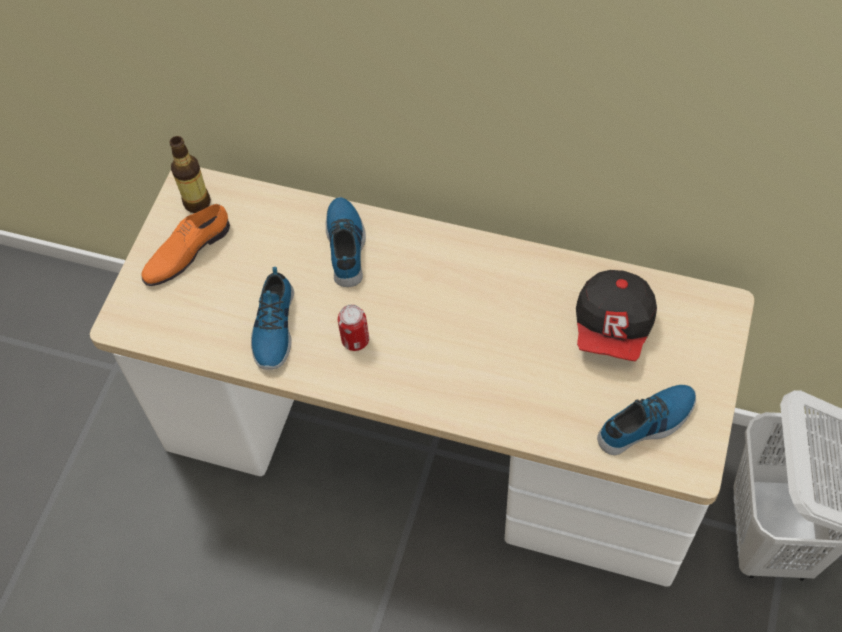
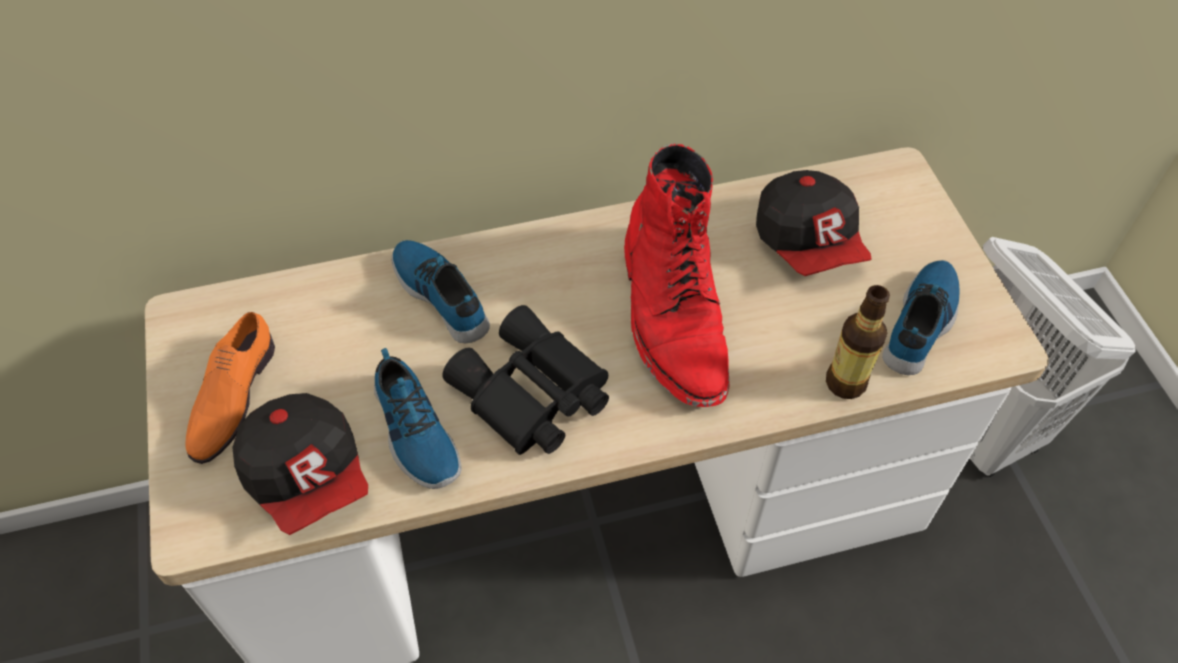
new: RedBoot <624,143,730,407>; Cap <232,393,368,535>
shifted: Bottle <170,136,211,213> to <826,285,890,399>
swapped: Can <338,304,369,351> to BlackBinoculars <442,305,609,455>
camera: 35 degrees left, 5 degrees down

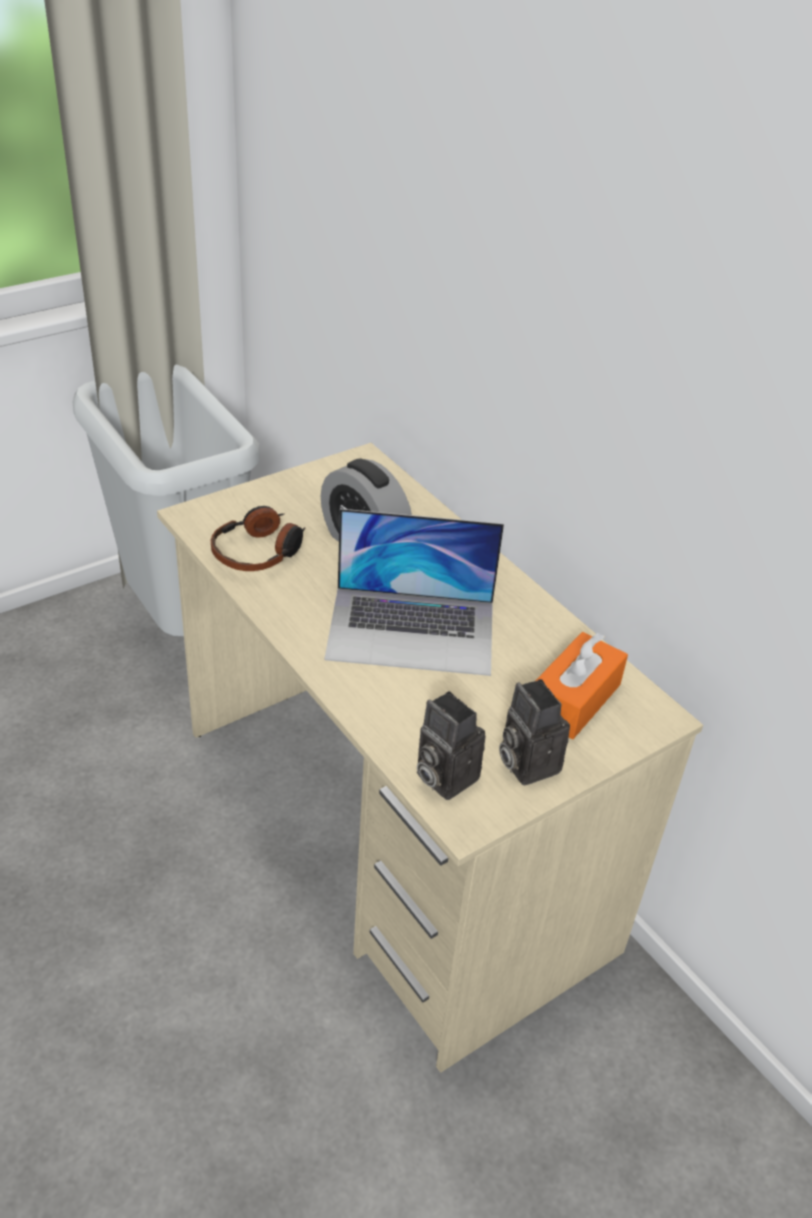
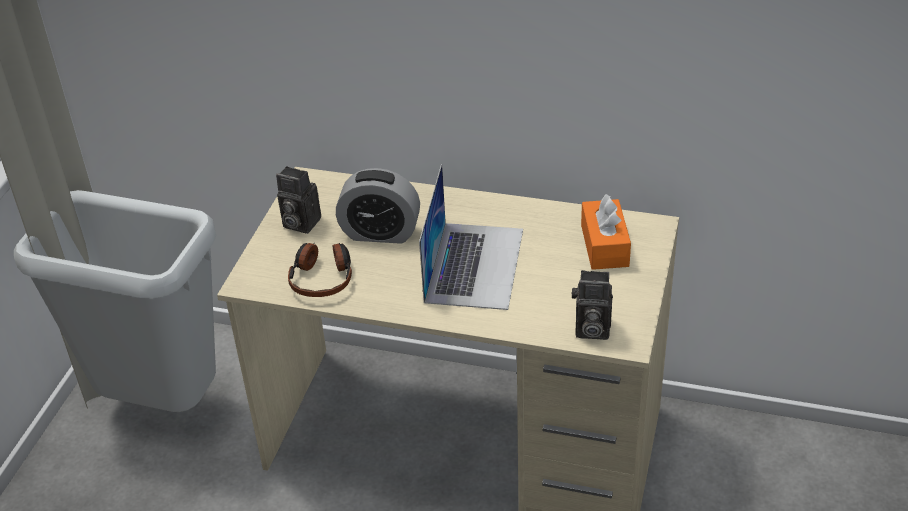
shifted: PhotoCamera <499,679,570,785> to <276,166,321,234>
rotated: Laptop <324,509,504,676> = <419,164,523,310> 45 degrees counterclockwise
camera: 35 degrees left, 0 degrees up

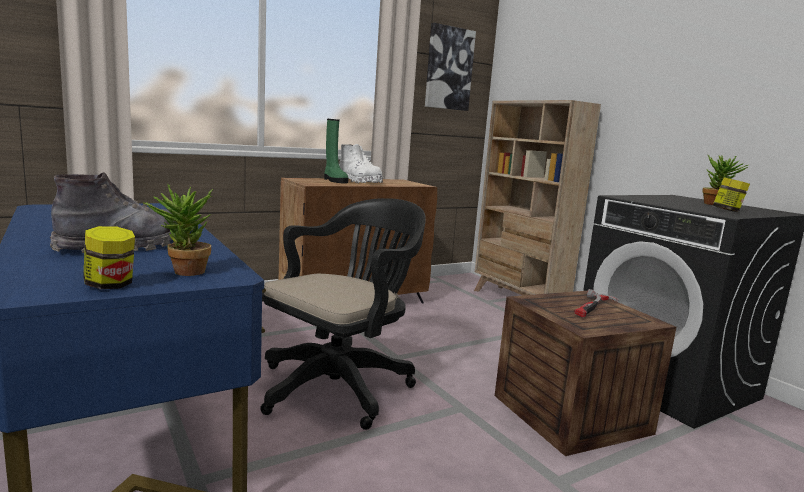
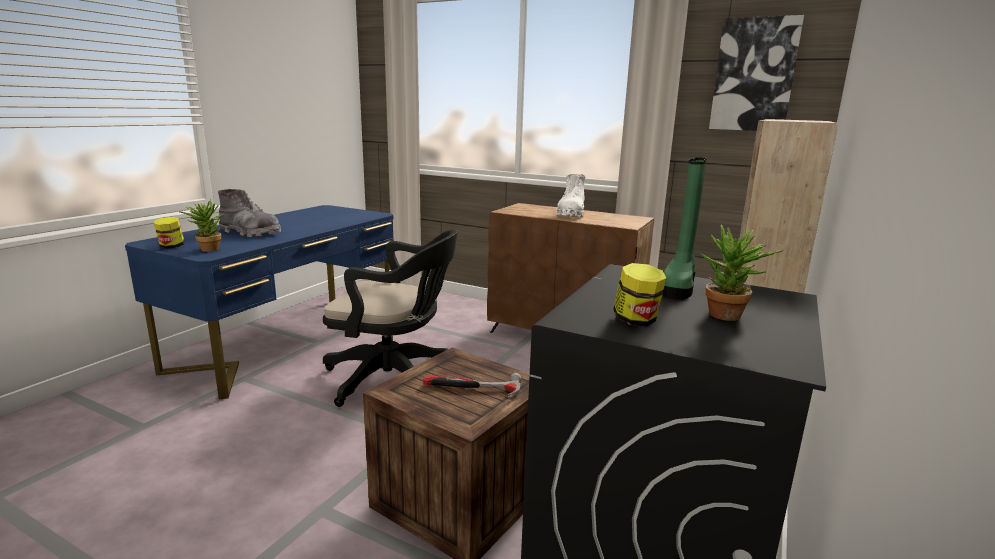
shifted: GreenBoot <324,119,349,183> to <662,157,707,300>
camera: 60 degrees right, 5 degrees up

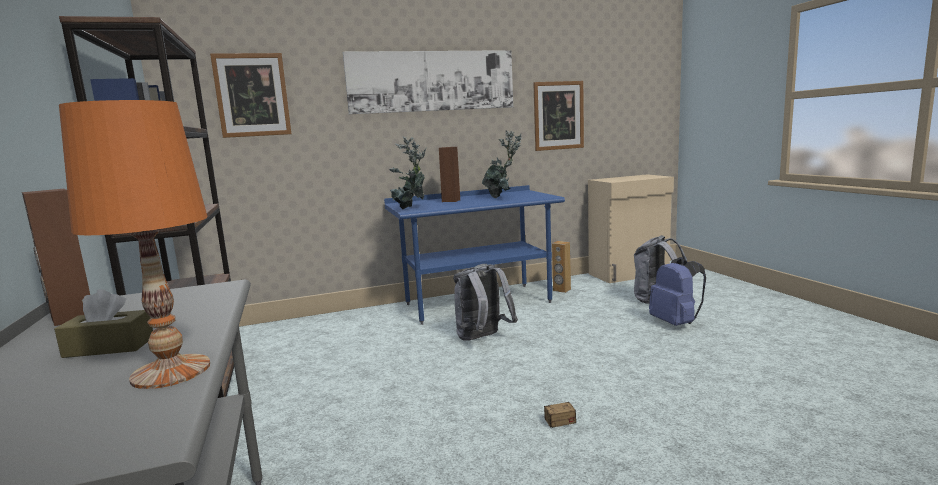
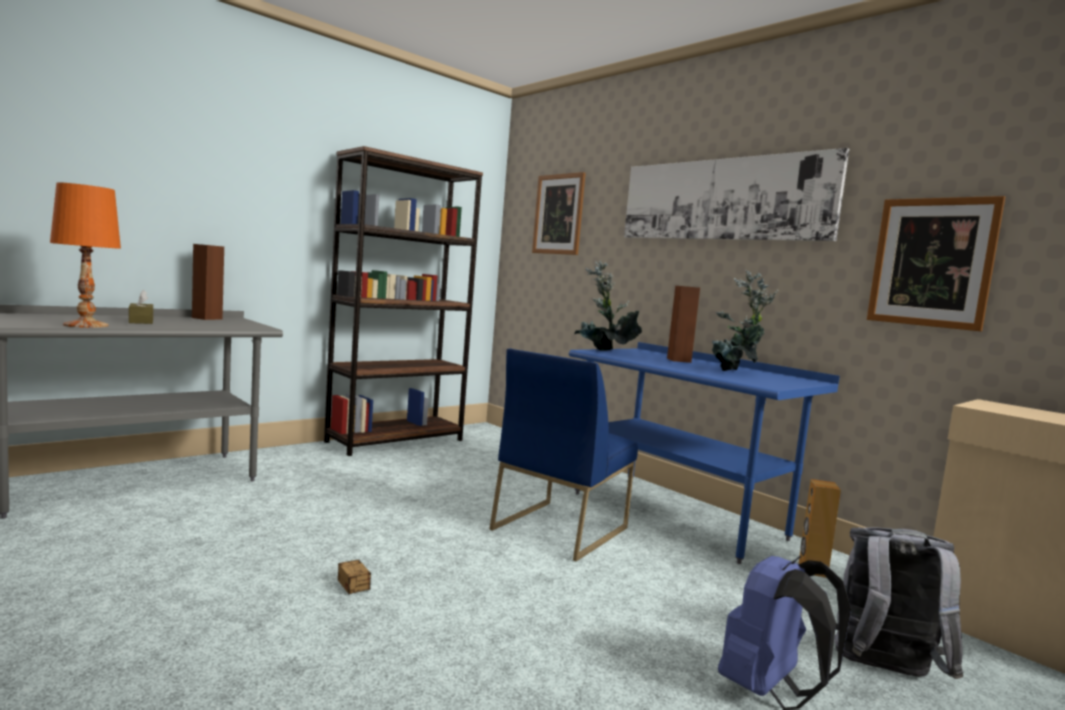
swapped: GreyBackpack <453,264,518,341> to BlueChair <489,349,638,561>
camera: 65 degrees right, 5 degrees down

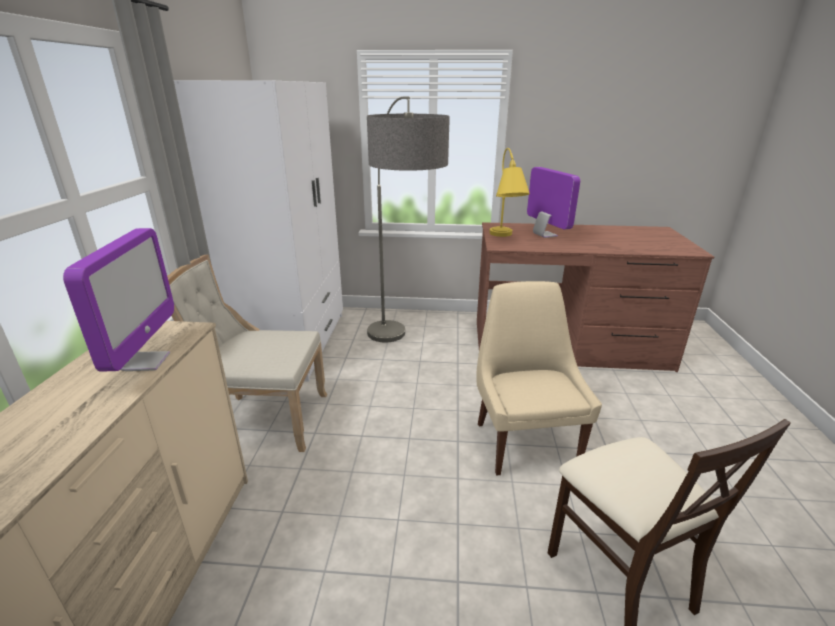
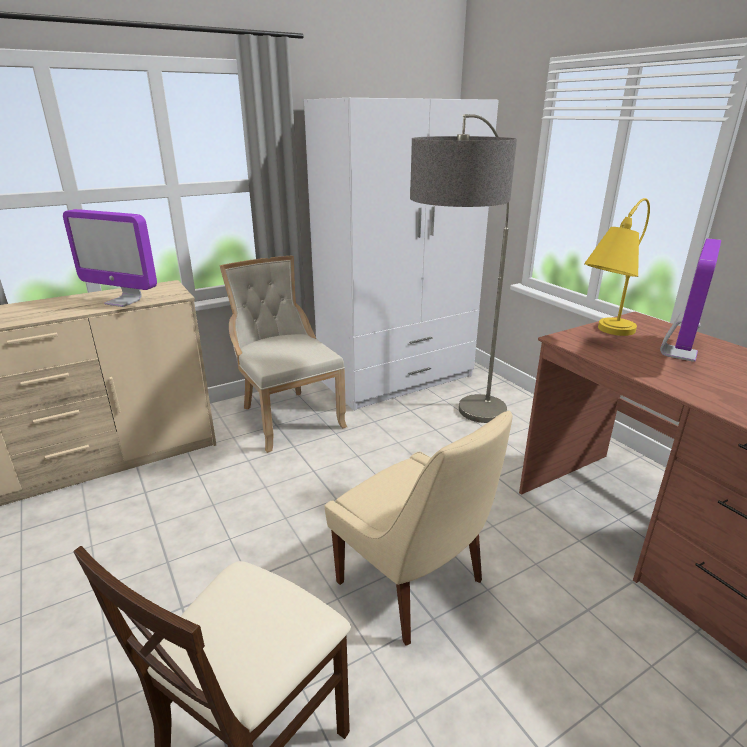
rotated: Monitor <63,228,174,372> = <63,209,157,307> 60 degrees clockwise; BeigeChair <476,281,602,475> = <325,411,513,646> 90 degrees clockwise
camera: 55 degrees right, 0 degrees up

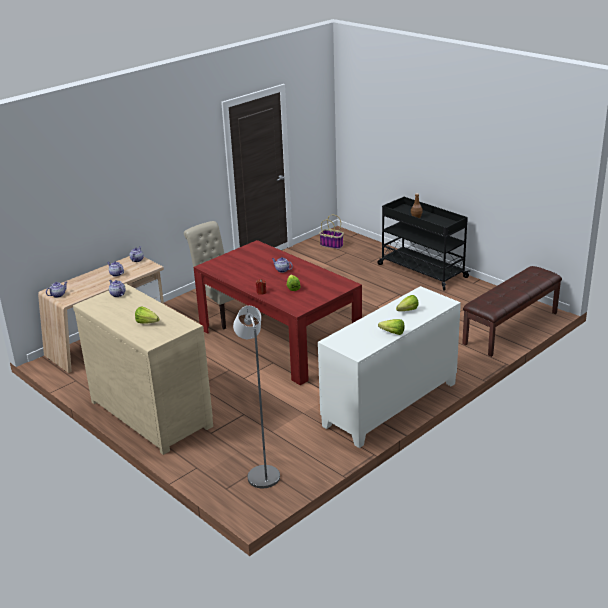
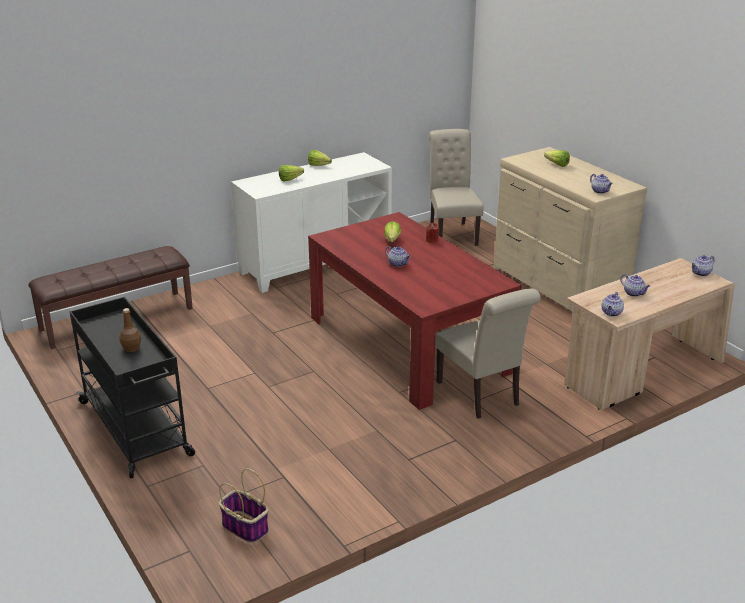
swapped: GreyFloorLamp <233,306,280,488> to BeigeChair <429,129,484,246>
camera: 170 degrees left, 0 degrees up

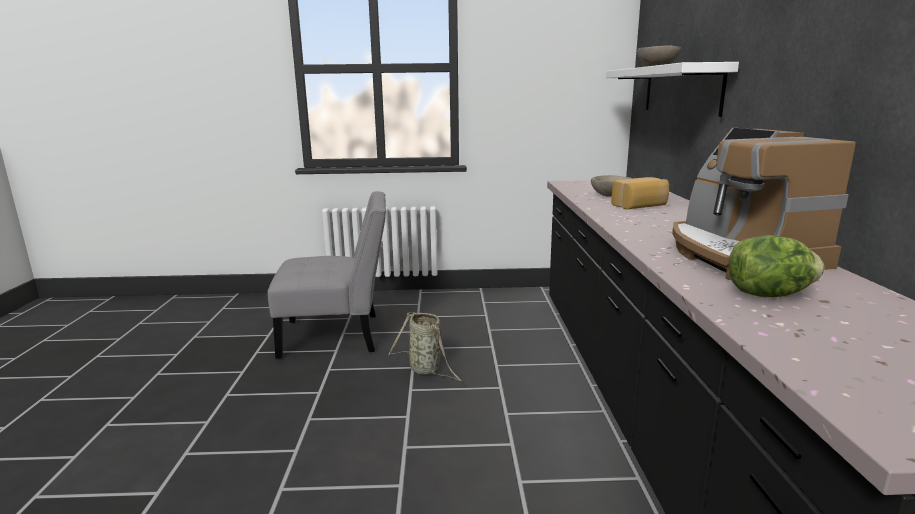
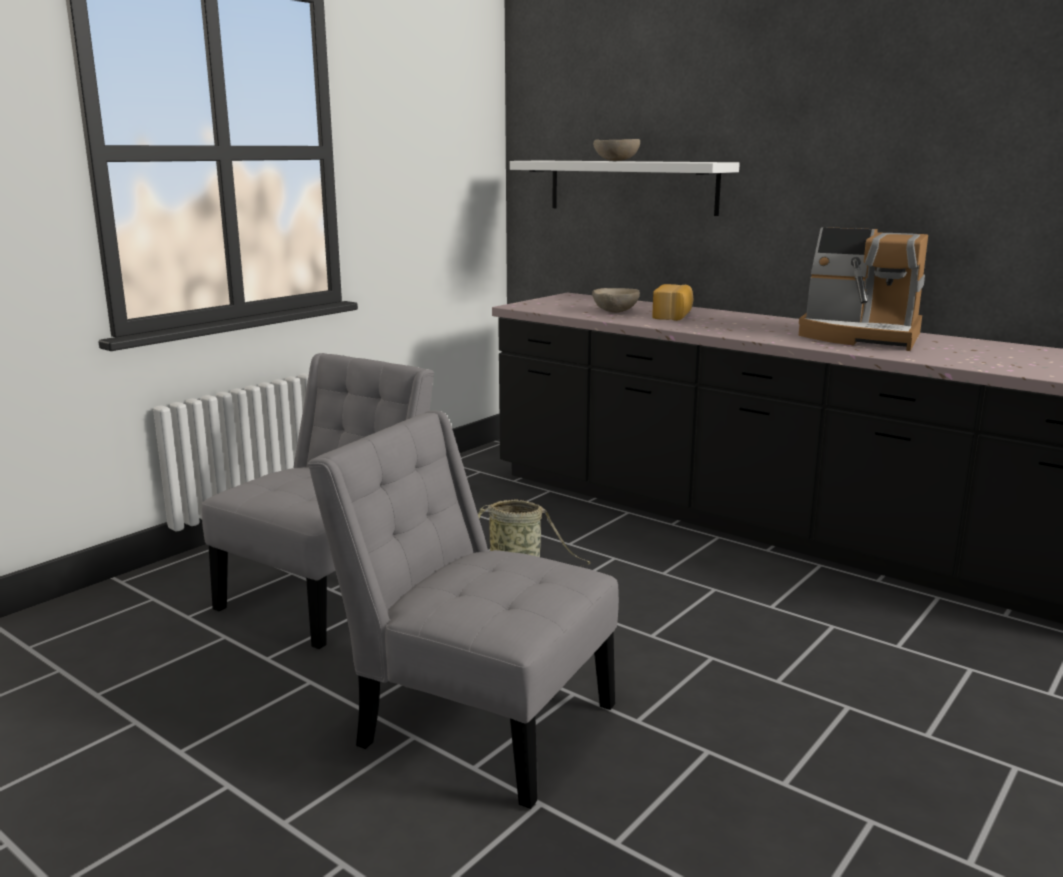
gone: Lettuce <729,235,824,297>
new: GreyChair <308,411,619,809>
camera: 50 degrees left, 0 degrees up

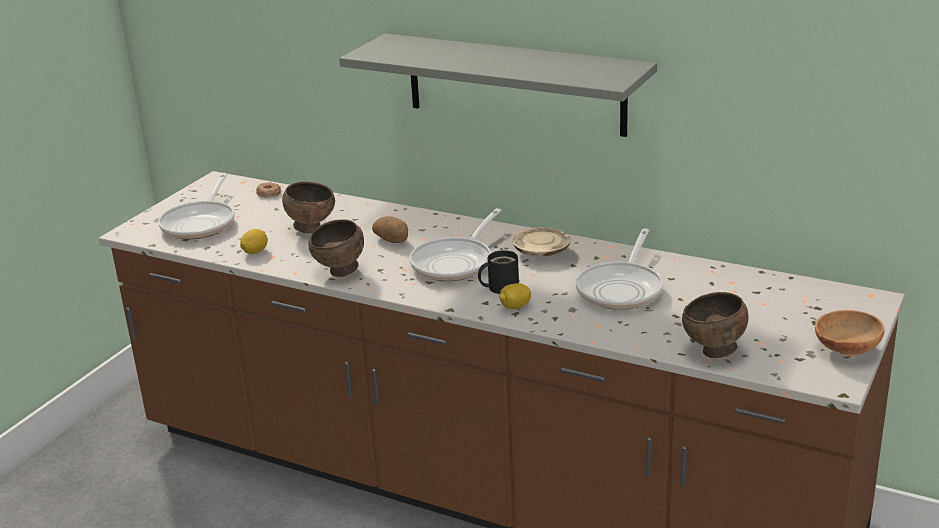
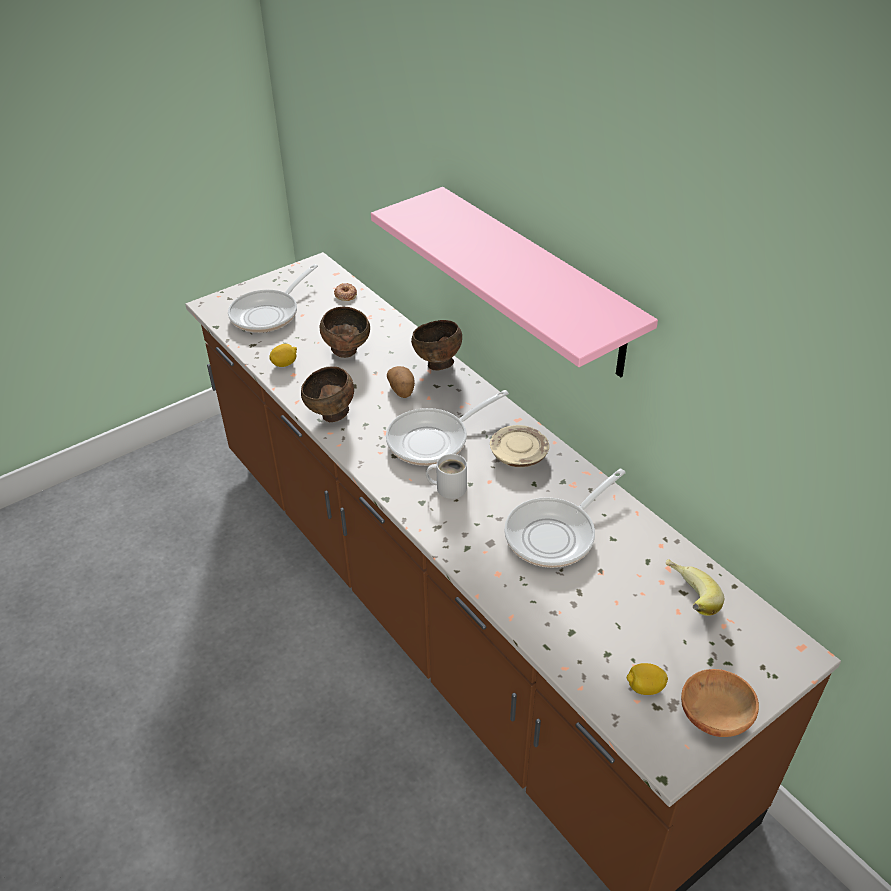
new: Banana <666,559,724,616>
shifted: Lemon <499,283,531,309> to <627,663,668,695>; BrownBowl <682,292,748,358> to <411,320,462,370>
repainted: GreyShelf <339,34,657,137> to PinkShelf <371,187,658,377>; BlackMug <478,250,519,294> to WhiteMug <426,454,467,499>
camera: 25 degrees right, 15 degrees up

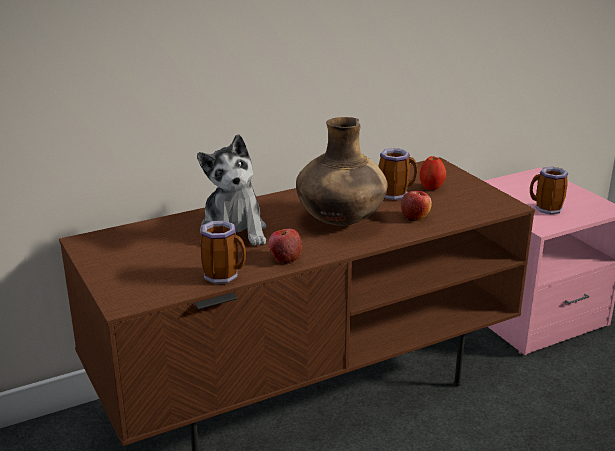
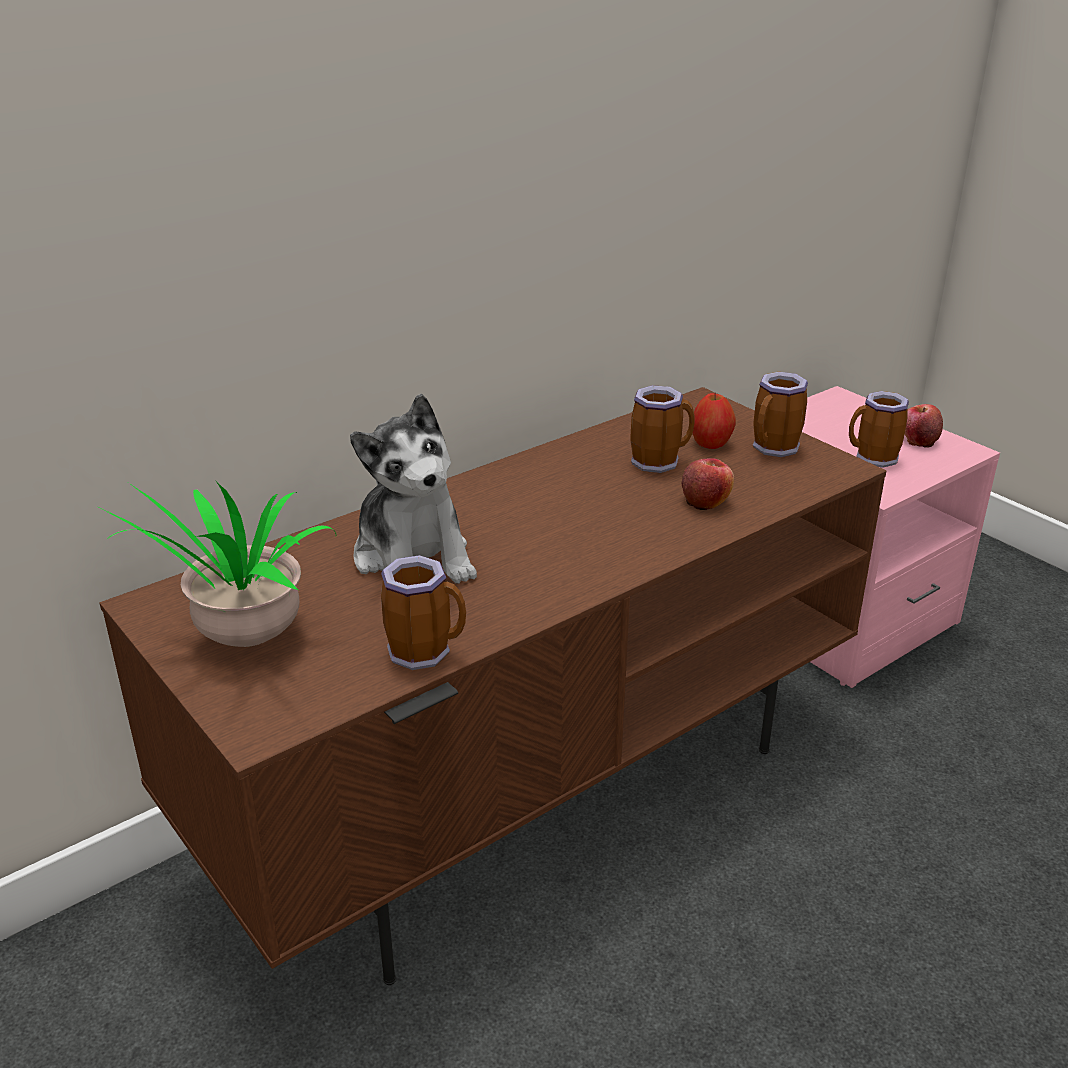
gone: BrownVase <296,117,388,226>
new: Mug <753,372,808,457>; PottedPlant <102,482,336,647>
shifted: Apple <269,229,302,265> to <905,404,943,448>
camera: 10 degrees left, 5 degrees up

